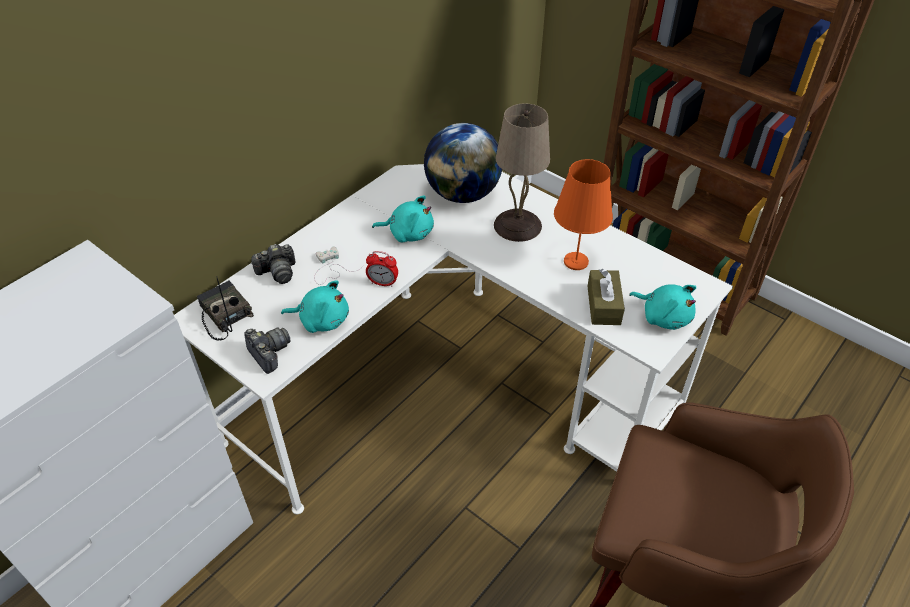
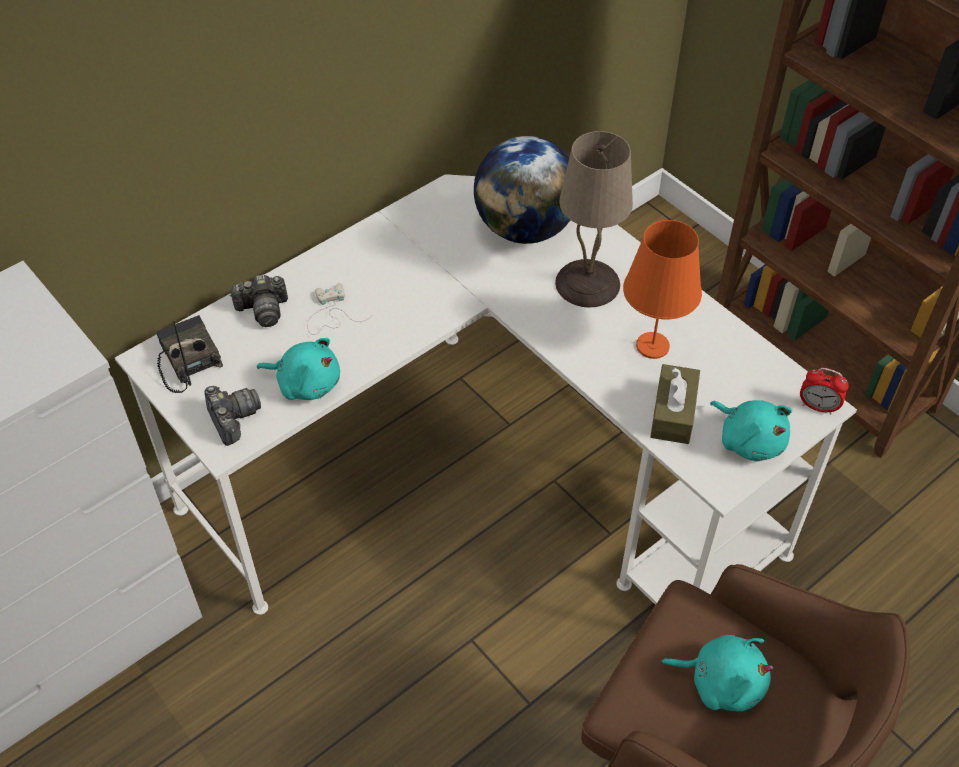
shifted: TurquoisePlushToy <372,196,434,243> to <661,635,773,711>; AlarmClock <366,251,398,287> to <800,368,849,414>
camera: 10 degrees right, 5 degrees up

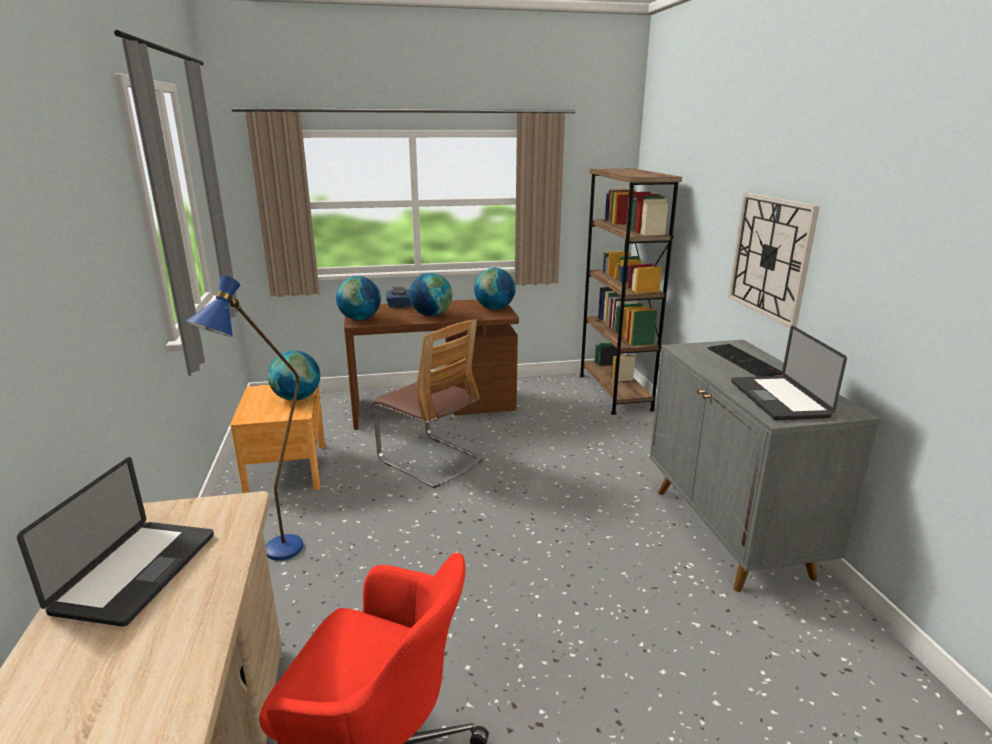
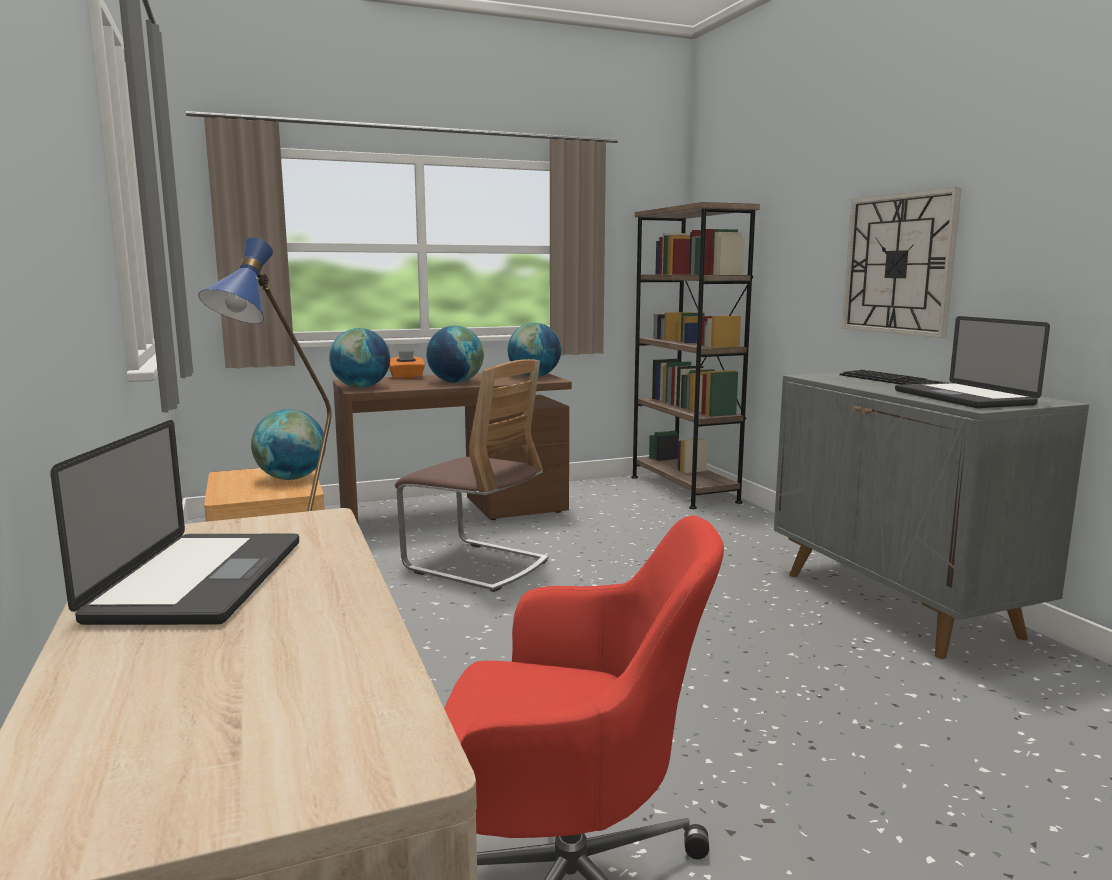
repainted: BlueTissueBox <386,287,411,308> to OrangeTissueBox <389,351,425,379>
camera: 10 degrees left, 10 degrees down

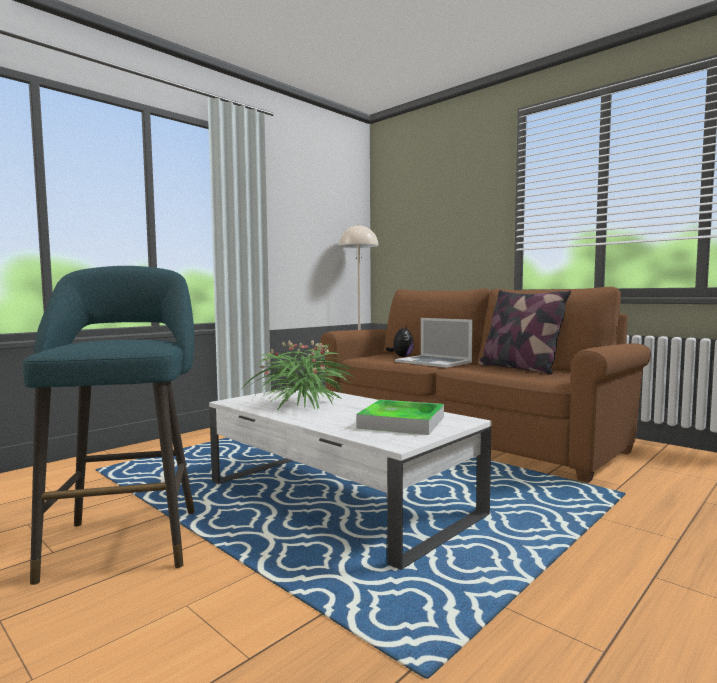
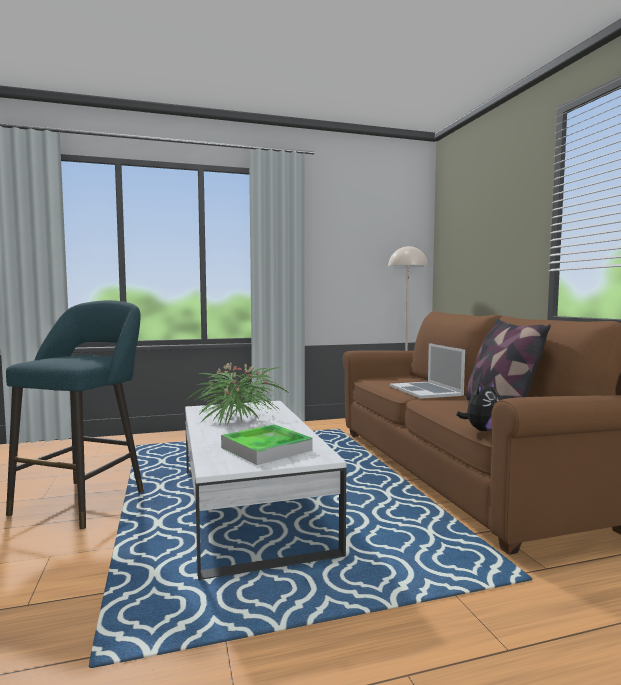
shifted: PlushToy <386,326,414,357> to <456,381,501,431>
camera: 30 degrees right, 0 degrees up

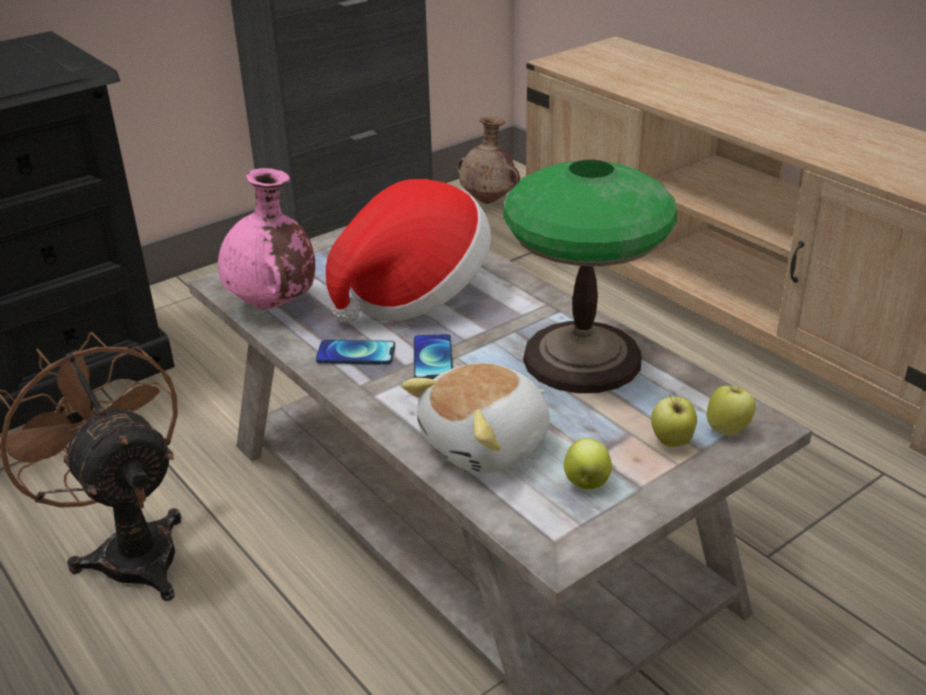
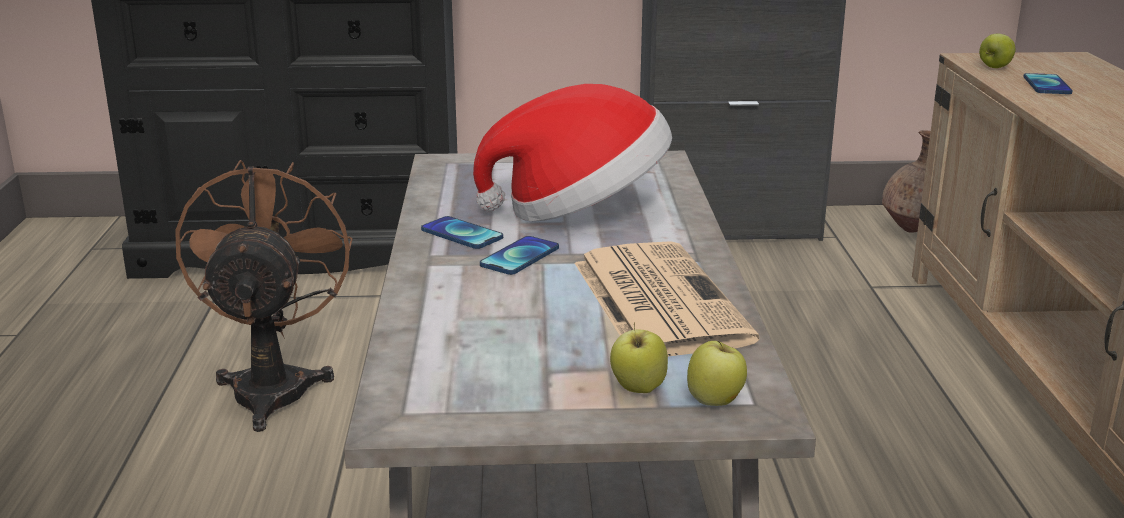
gone: PinkVase <218,168,315,309>; PlushToy <402,363,550,474>
new: Phone <1023,73,1073,94>
shifted: Apple <564,438,612,490> to <979,34,1016,68>
swapped: TableLamp <503,160,677,393> to Newspaper <575,241,759,356>
camera: 35 degrees right, 10 degrees down

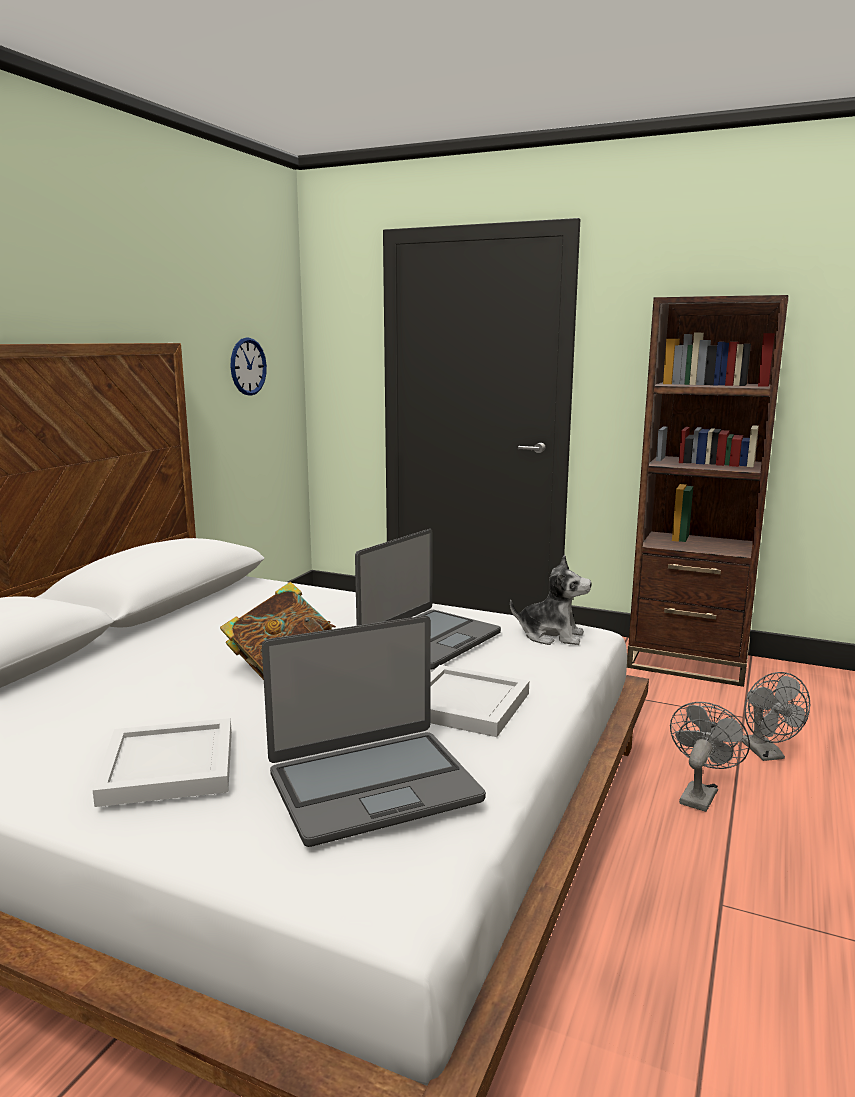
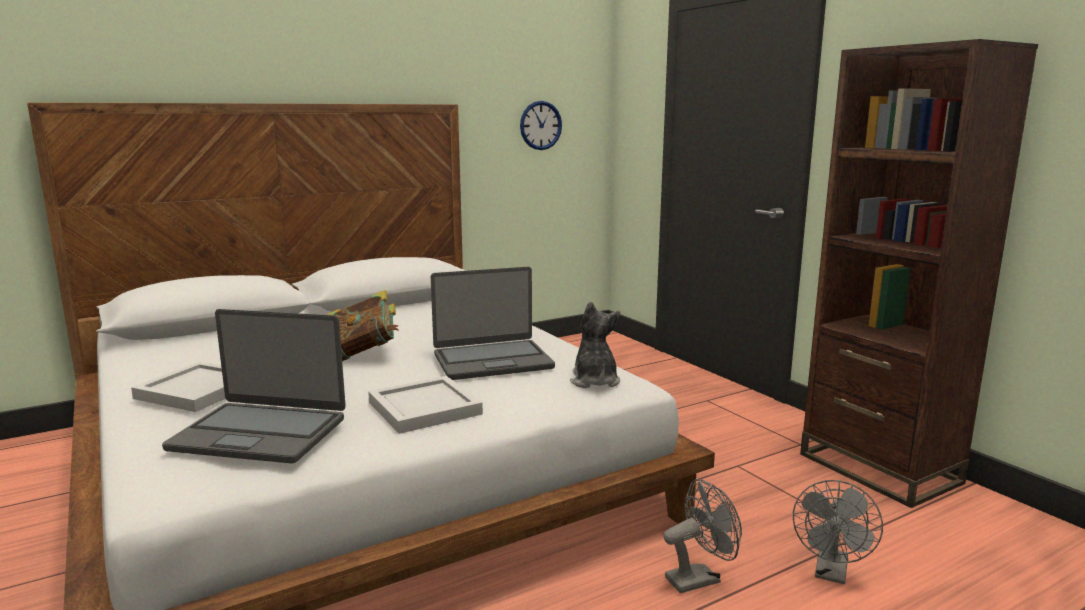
rotated: PlushToy <510,555,591,645> = <570,301,620,388> 150 degrees counterclockwise
camera: 35 degrees right, 0 degrees up

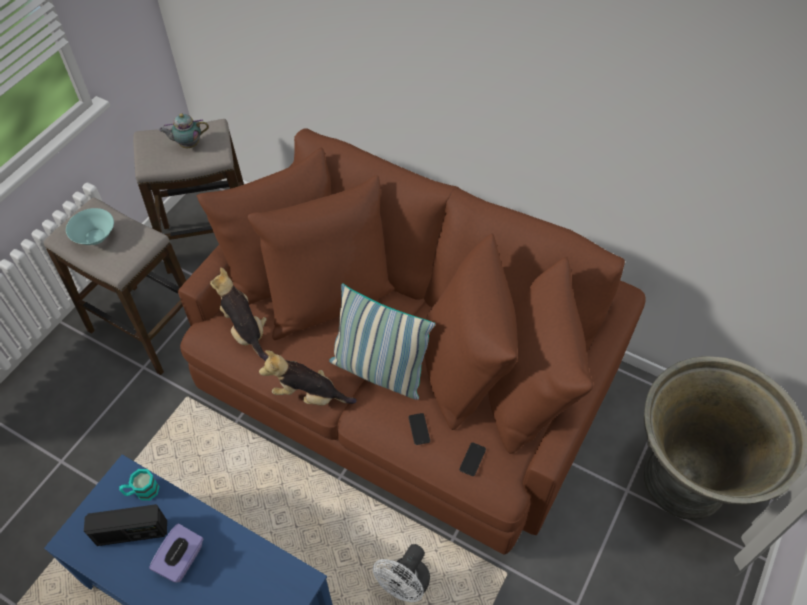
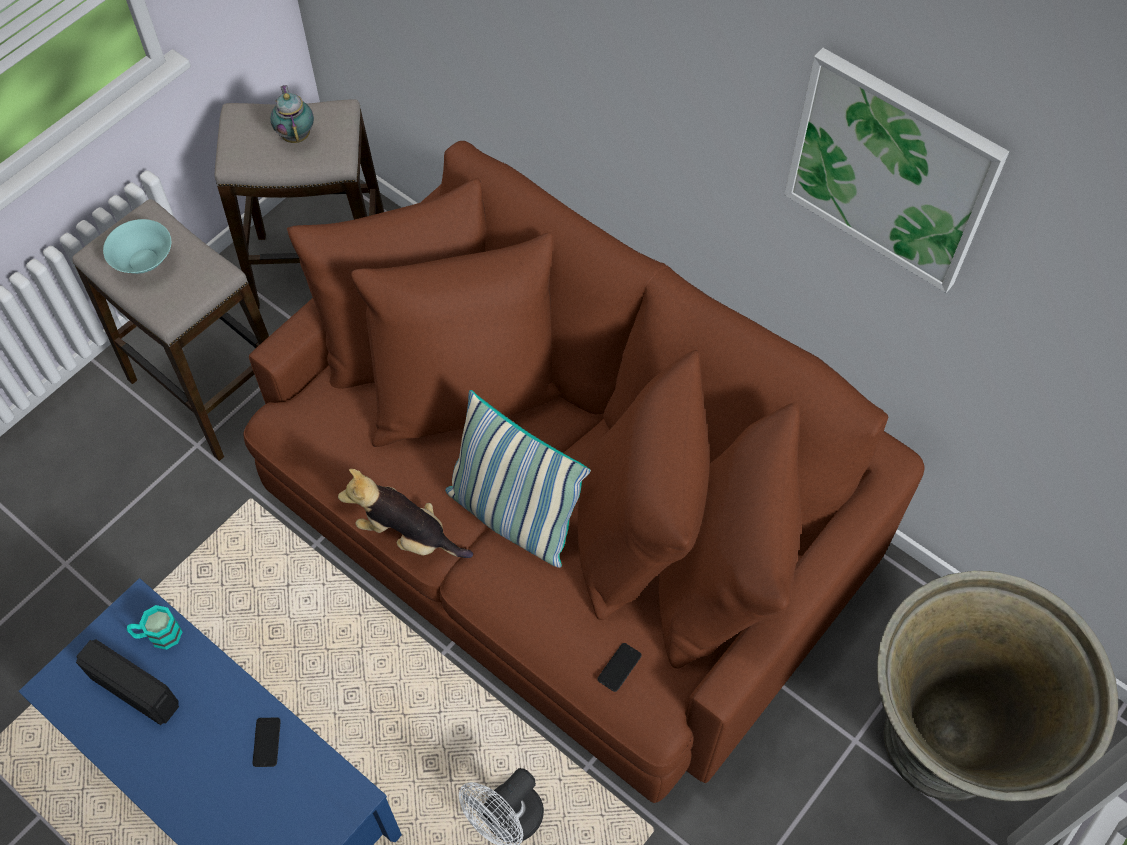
gone: PlushToy <210,268,269,361>; PurpleTissueBox <149,523,203,583>
new: Picture <784,48,1009,293>
shifted: Phone <409,413,430,445> to <252,717,281,767>
rotated: Teapot <159,113,209,148> = <270,85,314,143> 75 degrees clockwise; Radio <84,504,167,546> = <76,639,179,725> 150 degrees counterclockwise
camera: 10 degrees right, 5 degrees up

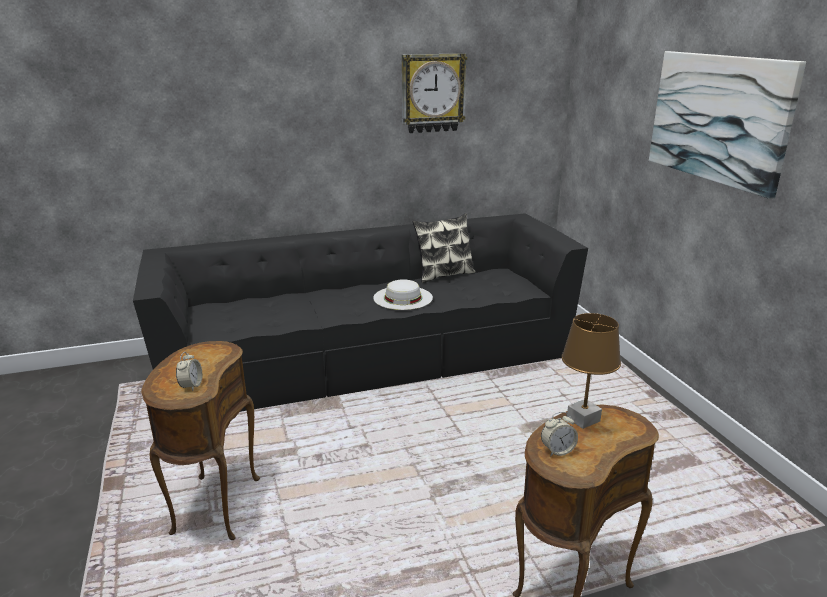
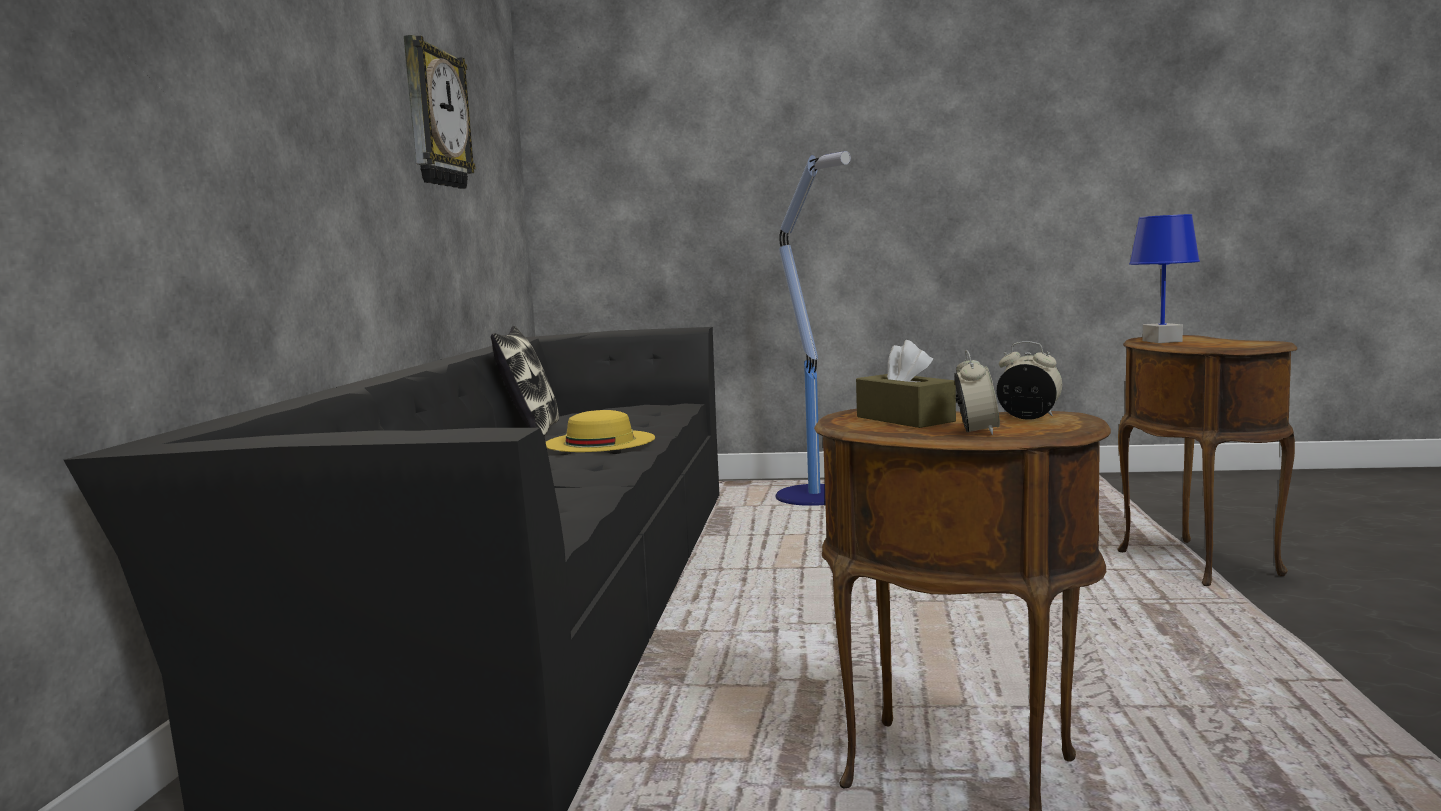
gone: Picture <649,51,806,199>
new: FloorLamp <775,151,851,506>; BrownTissueBox <856,340,956,428>
shifted: AlarmClock <541,412,578,457> to <955,350,1000,435>
repainted: WhiteHat <373,279,433,310> to YellowHat <546,410,655,452>; BrownTableLamp <561,313,621,429> to BlueTableLamp <1129,214,1200,343>
camera: 65 degrees left, 15 degrees down

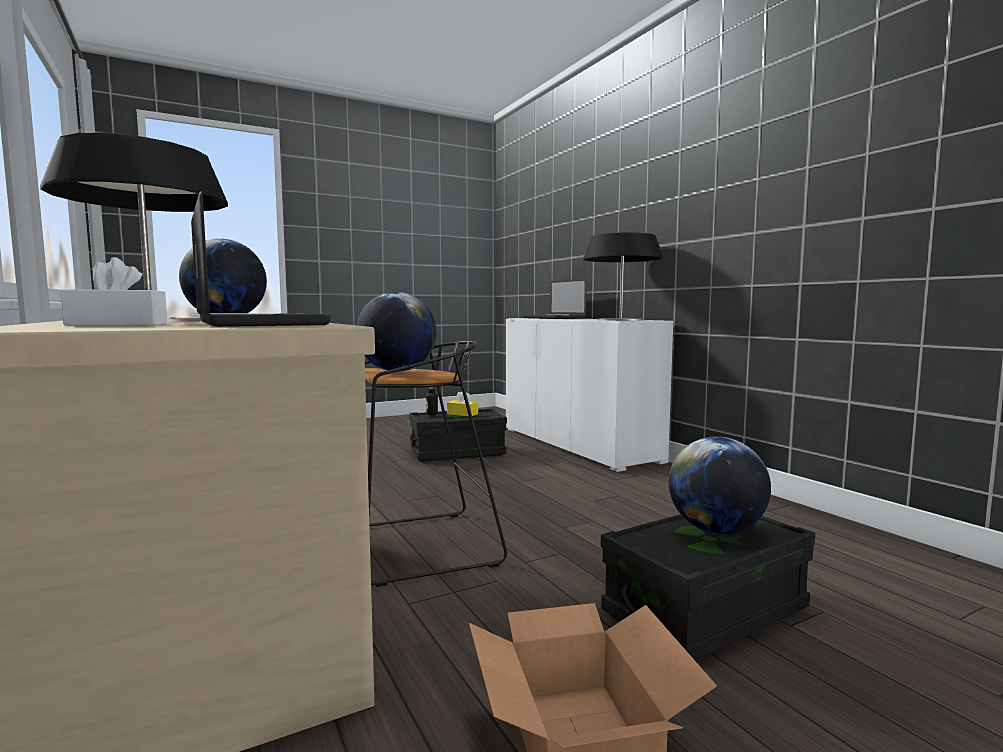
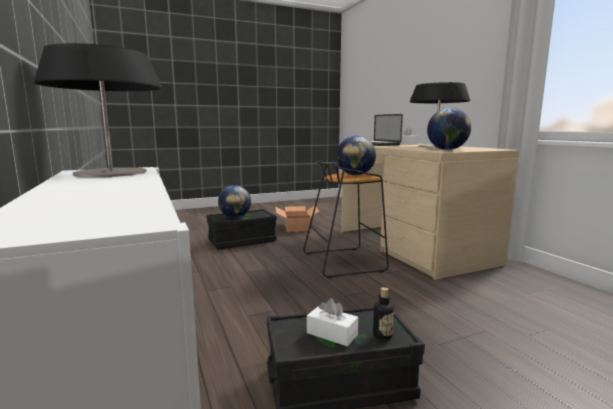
gone: Laptop <523,279,586,319>
repainted: YellowTissueBox <447,392,478,416> to WhiteTissueBox <307,298,358,346>
camera: 175 degrees left, 5 degrees up

